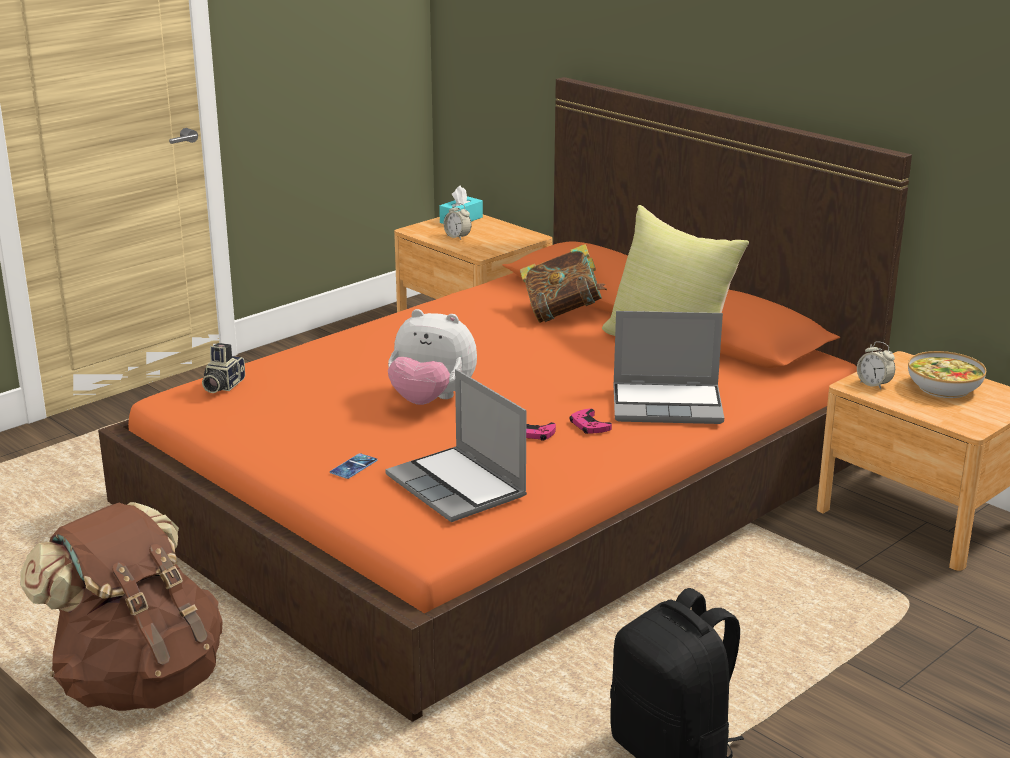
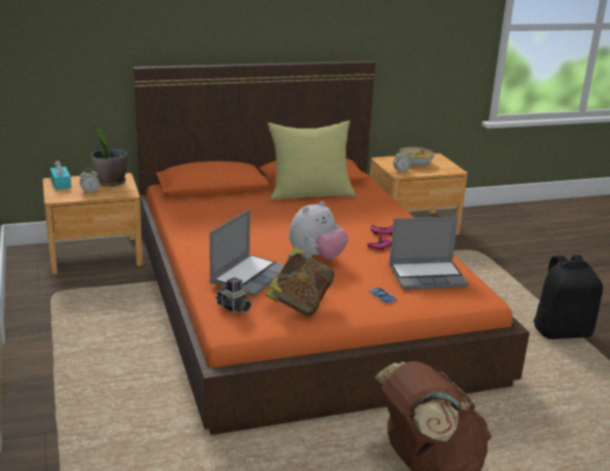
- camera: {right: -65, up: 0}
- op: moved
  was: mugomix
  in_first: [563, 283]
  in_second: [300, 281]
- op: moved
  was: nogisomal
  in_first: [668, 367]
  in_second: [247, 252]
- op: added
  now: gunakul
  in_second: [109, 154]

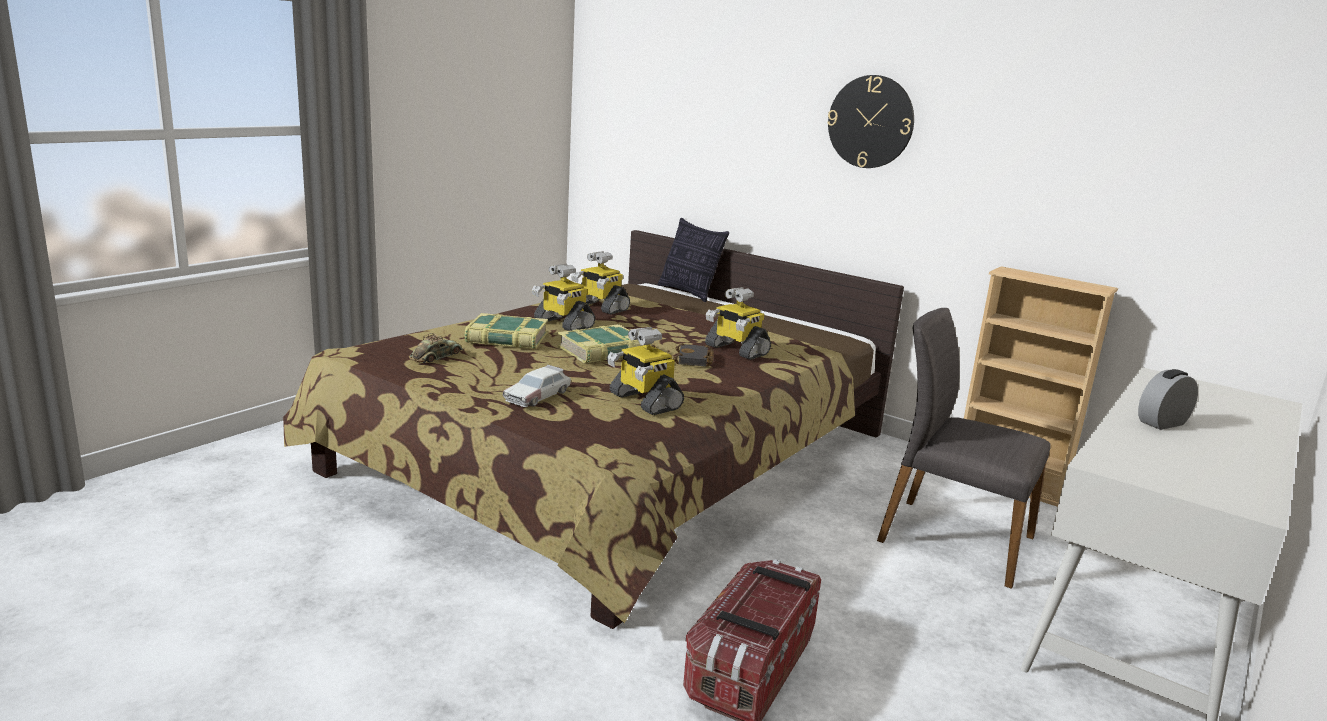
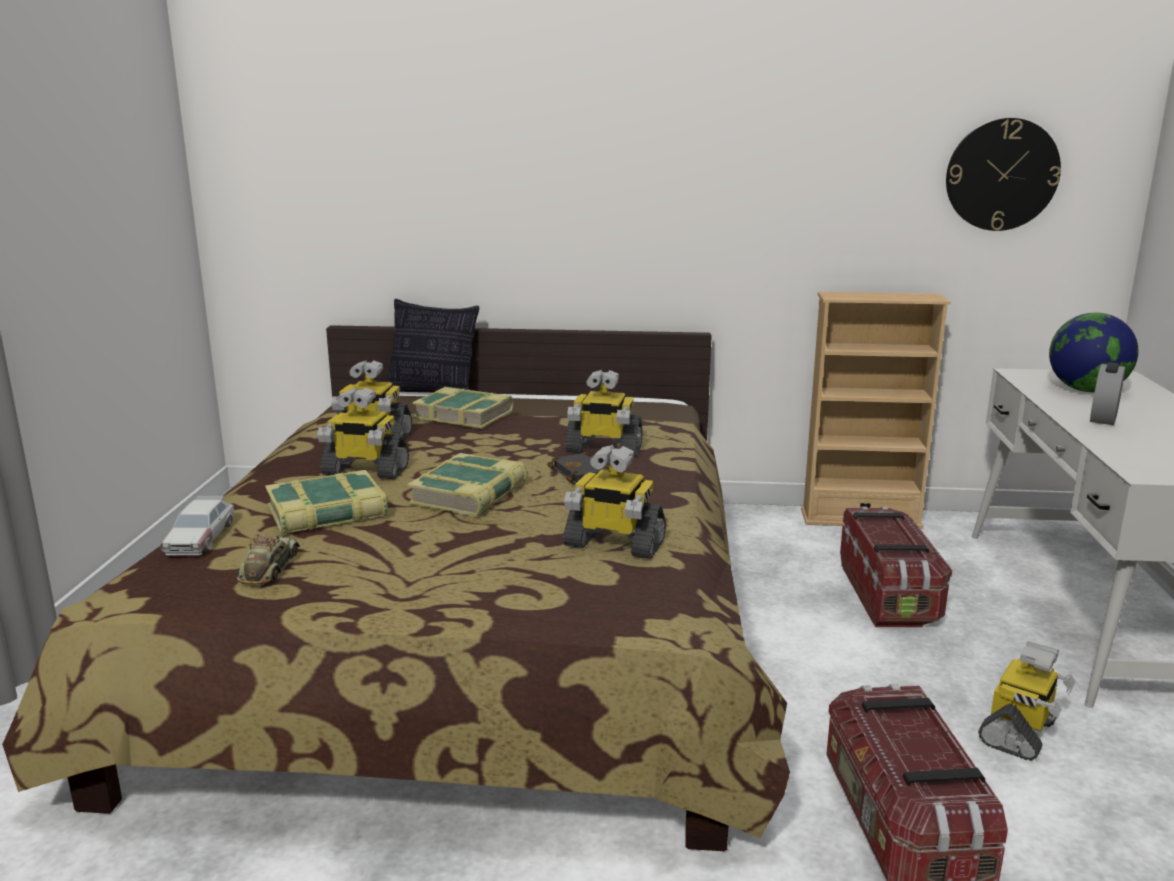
- camera: {right: -30, up: 0}
- op: moved
  was: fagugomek
  in_first: [870, 121]
  in_second: [1003, 174]
- op: replaced
  was: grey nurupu
  now: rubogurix
  in_first: [964, 448]
  in_second: [896, 567]
- op: moved
  was: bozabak
  in_first: [537, 386]
  in_second: [197, 526]
- op: added
  now: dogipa
  in_second: [1093, 352]
- op: added
  now: mugomix
  in_second: [463, 408]
- op: added
  now: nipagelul
  in_second: [1027, 701]

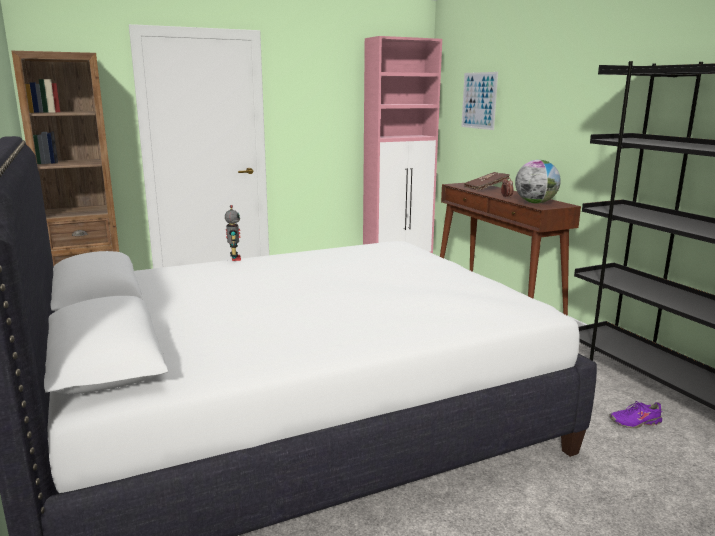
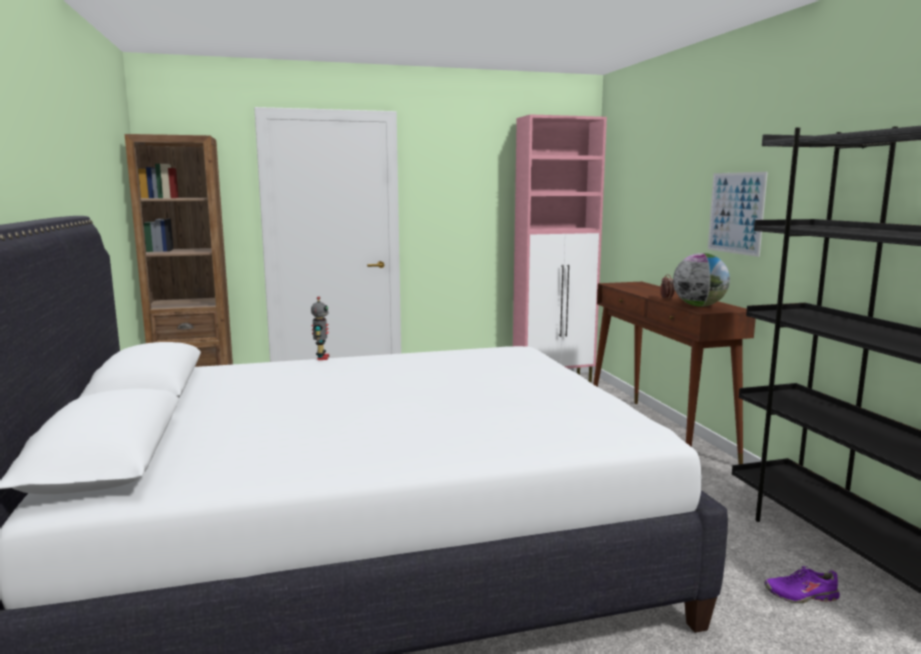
- camera: {right: 10, up: -5}
- op: moved
  was: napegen
  in_first: [479, 101]
  in_second: [738, 214]
- op: removed
  was: brown mugomix
  in_first: [487, 181]

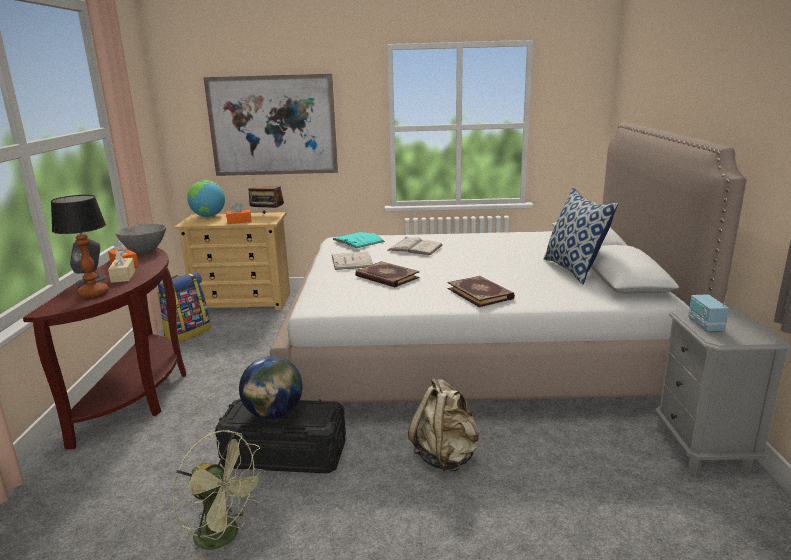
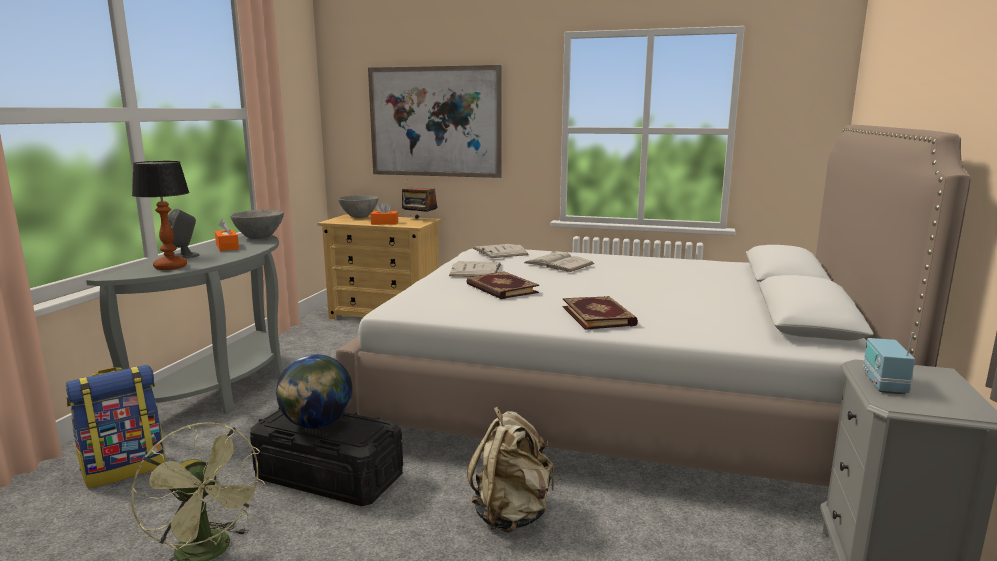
- camera: {right: 15, up: -5}
- op: replaced
  was: dogipa
  now: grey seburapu
  in_first: [206, 198]
  in_second: [358, 206]
- op: removed
  was: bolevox
  in_first: [581, 236]
- op: recoloured
  was: turquoise mugomix
  now: white mugomix
  in_first: [358, 240]
  in_second: [501, 251]
- op: recoloured
  was: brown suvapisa
  now: grey suvapisa
  in_first: [104, 348]
  in_second: [184, 324]
- op: removed
  was: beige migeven
  in_first: [121, 266]
- op: moved
  was: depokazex
  in_first: [184, 307]
  in_second: [116, 427]

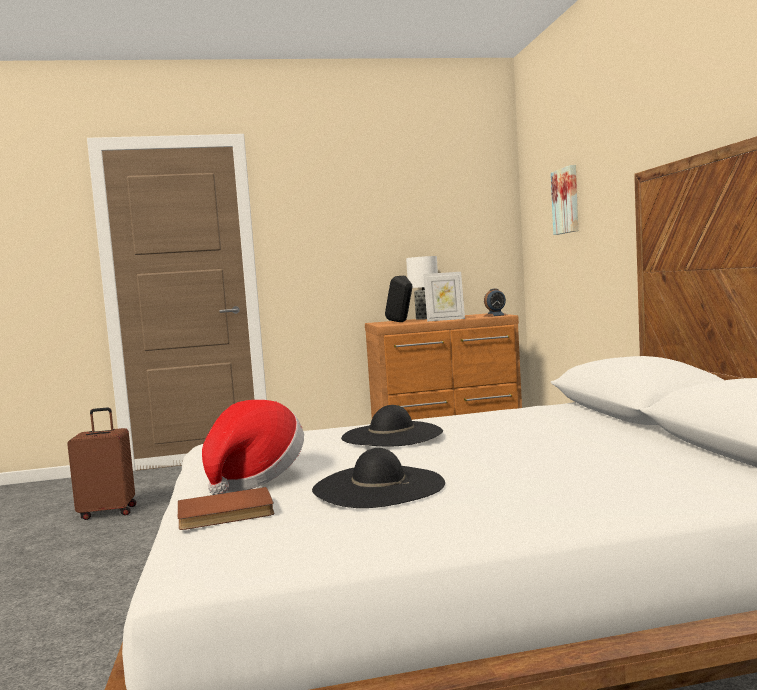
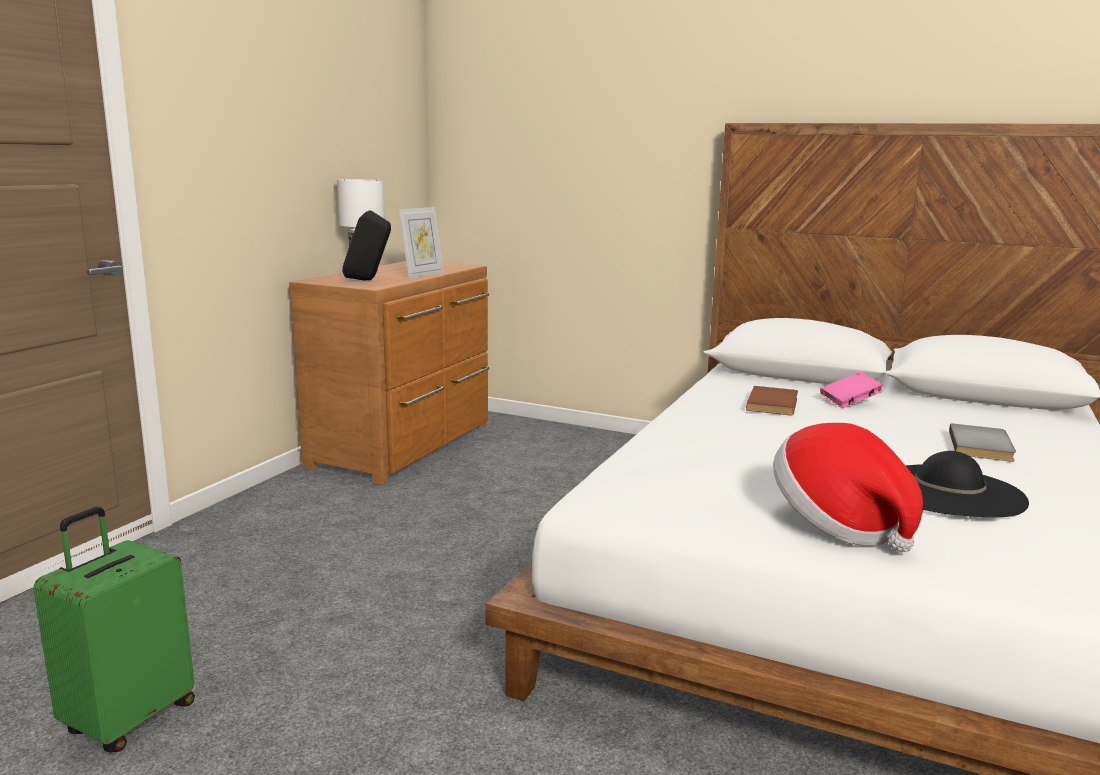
- camera: {right: -55, up: 10}
- op: removed
  was: napegen
  in_first: [564, 200]
- op: removed
  was: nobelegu
  in_first: [495, 303]
- op: removed
  was: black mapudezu
  in_first: [392, 425]
- op: recoloured
  was: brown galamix
  now: green galamix
  in_first: [101, 463]
  in_second: [114, 629]
- op: moved
  was: brown mugomix
  in_first: [226, 508]
  in_second: [772, 400]
- op: added
  now: pink mugomix
  in_second: [851, 389]
- op: added
  now: grey mugomix
  in_second: [982, 442]

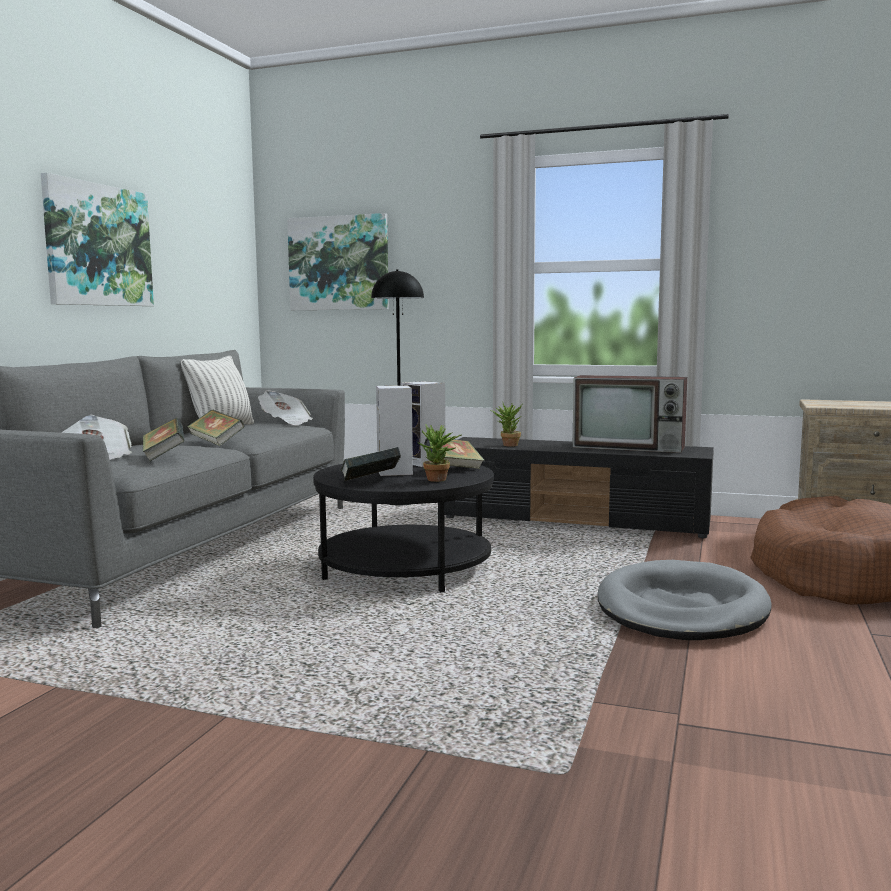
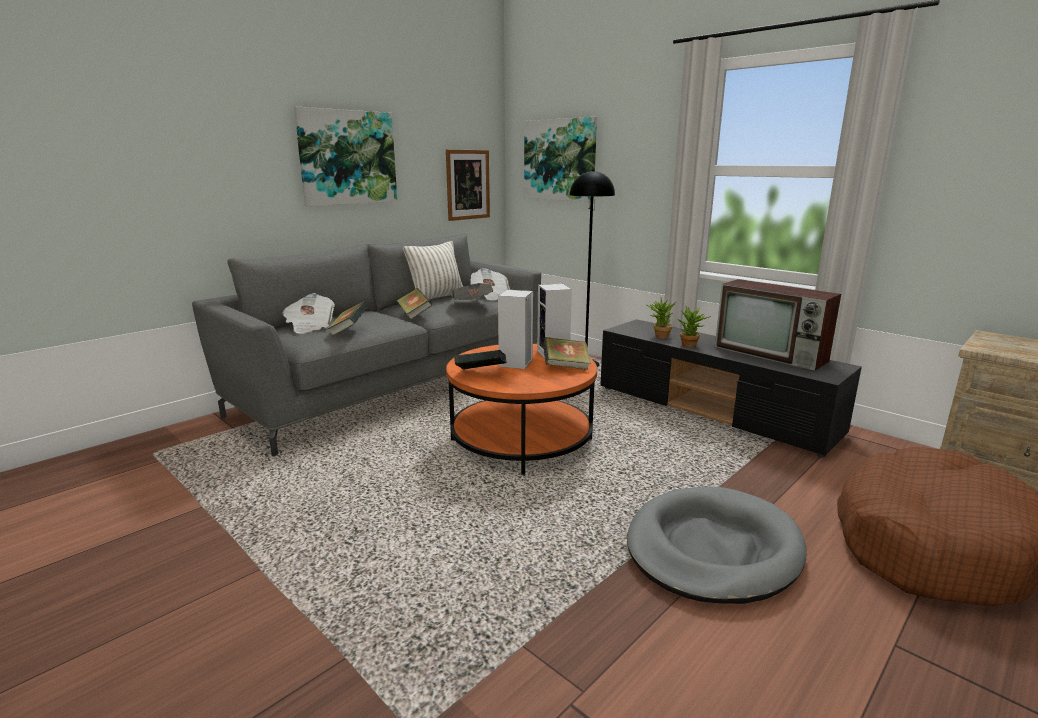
- camera: {right: 25, up: 10}
- op: moved
  was: gunakul
  in_first: [439, 453]
  in_second: [694, 327]
- op: recoloured
  was: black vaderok
  now: orange vaderok
  in_first: [403, 528]
  in_second: [521, 409]
- op: added
  now: napegen
  in_second: [468, 185]
- op: added
  now: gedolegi
  in_second: [472, 291]

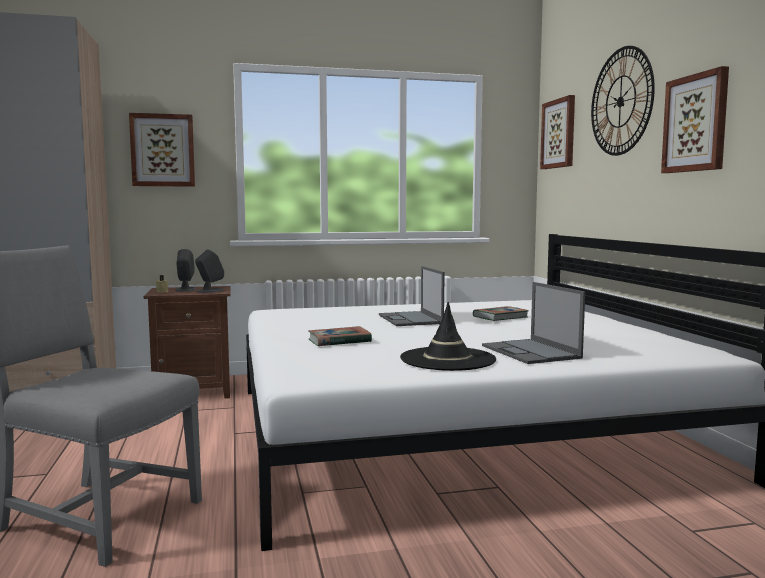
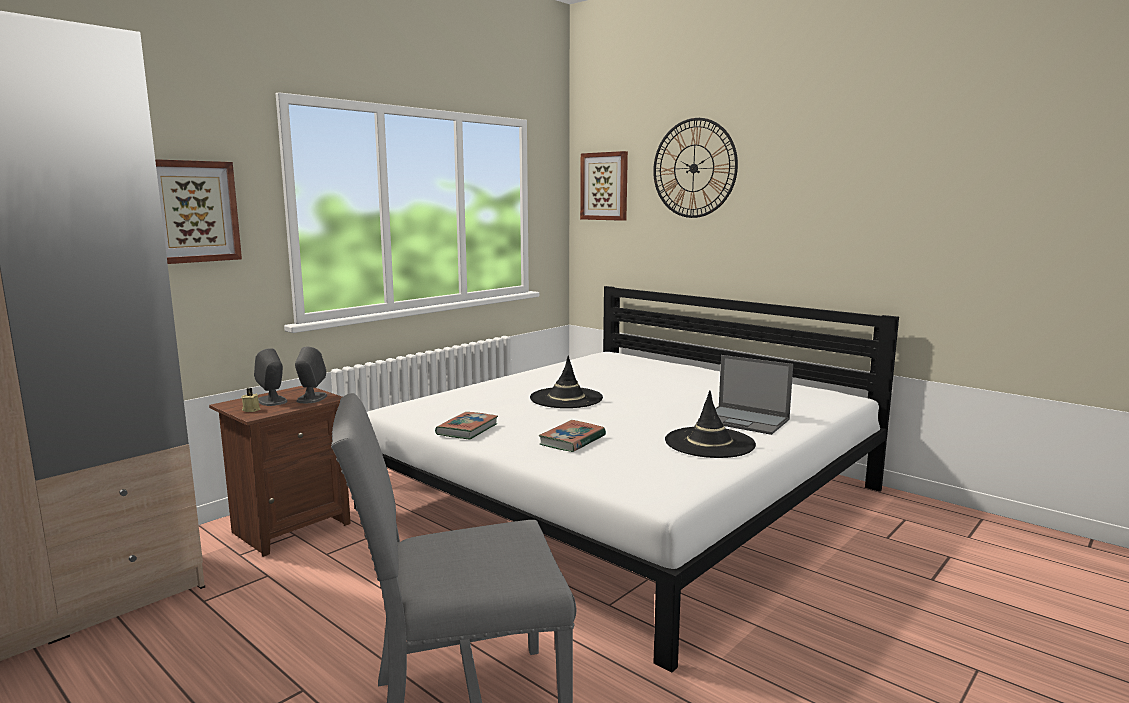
- camera: {right: -35, up: 5}
- op: removed
  was: napegen
  in_first: [695, 119]
- op: replaced
  was: nogisomal
  now: black mapudezu
  in_first: [412, 296]
  in_second: [566, 382]
- op: moved
  was: mugomix
  in_first: [501, 313]
  in_second: [466, 425]

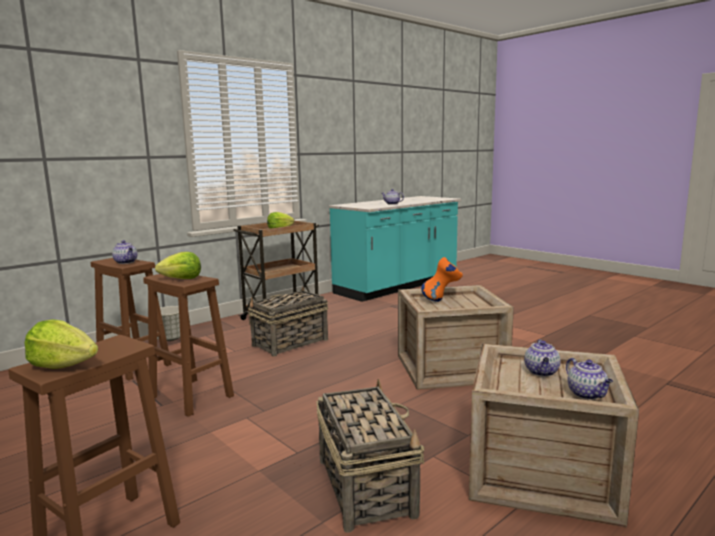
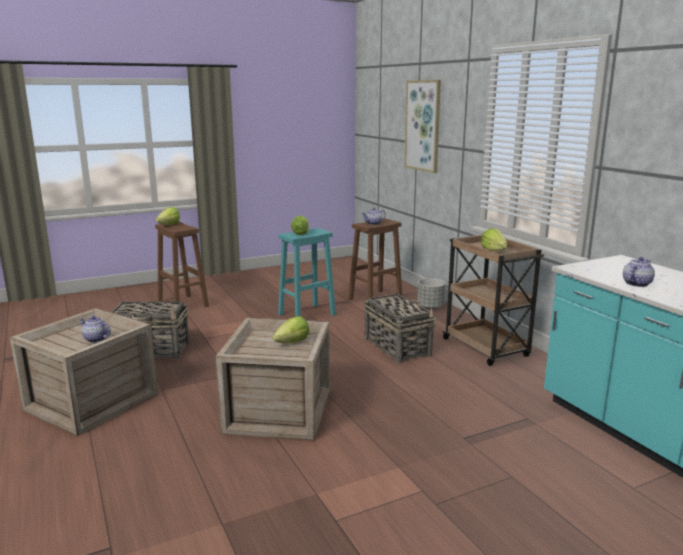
- camera: {right: 105, up: 5}
- op: replaced
  was: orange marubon
  now: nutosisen
  in_first: [442, 279]
  in_second: [291, 329]
- op: recoloured
  was: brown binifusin
  now: turquoise binifusin
  in_first: [188, 345]
  in_second: [307, 272]
- op: removed
  was: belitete
  in_first: [589, 379]
- op: added
  now: napegen
  in_second: [422, 126]

